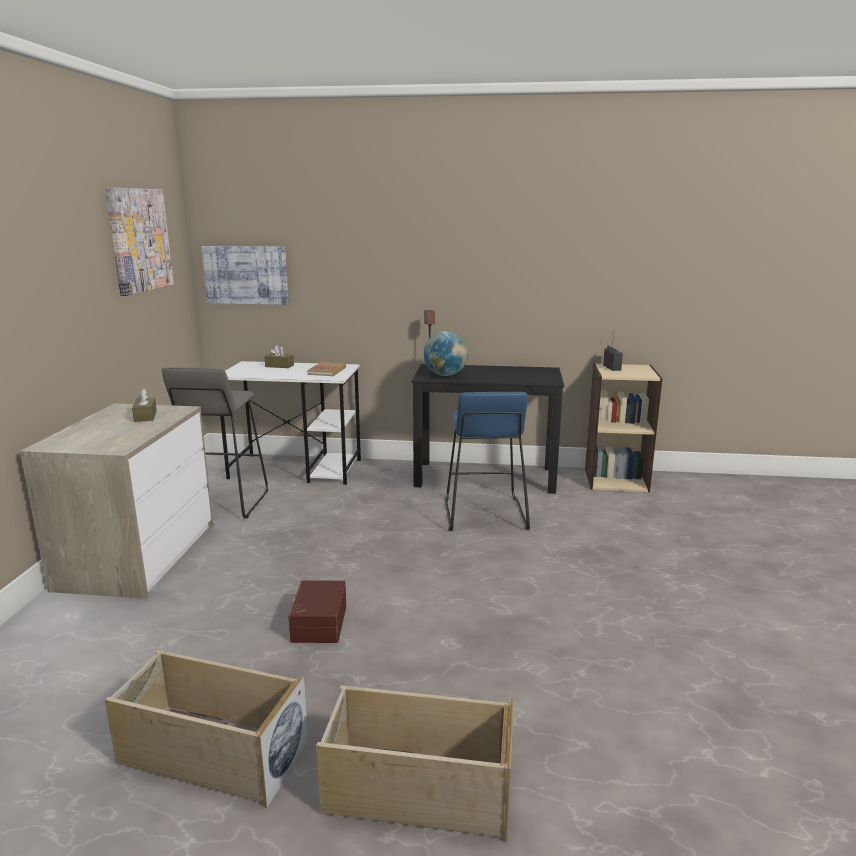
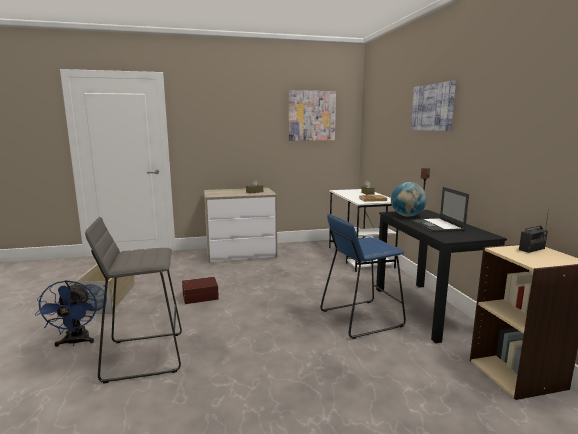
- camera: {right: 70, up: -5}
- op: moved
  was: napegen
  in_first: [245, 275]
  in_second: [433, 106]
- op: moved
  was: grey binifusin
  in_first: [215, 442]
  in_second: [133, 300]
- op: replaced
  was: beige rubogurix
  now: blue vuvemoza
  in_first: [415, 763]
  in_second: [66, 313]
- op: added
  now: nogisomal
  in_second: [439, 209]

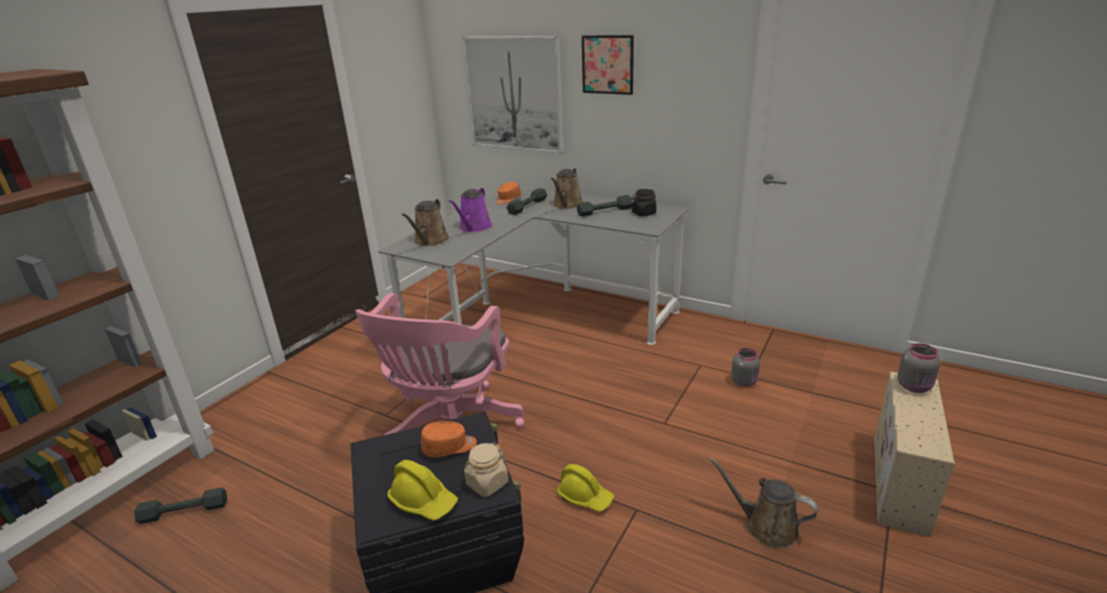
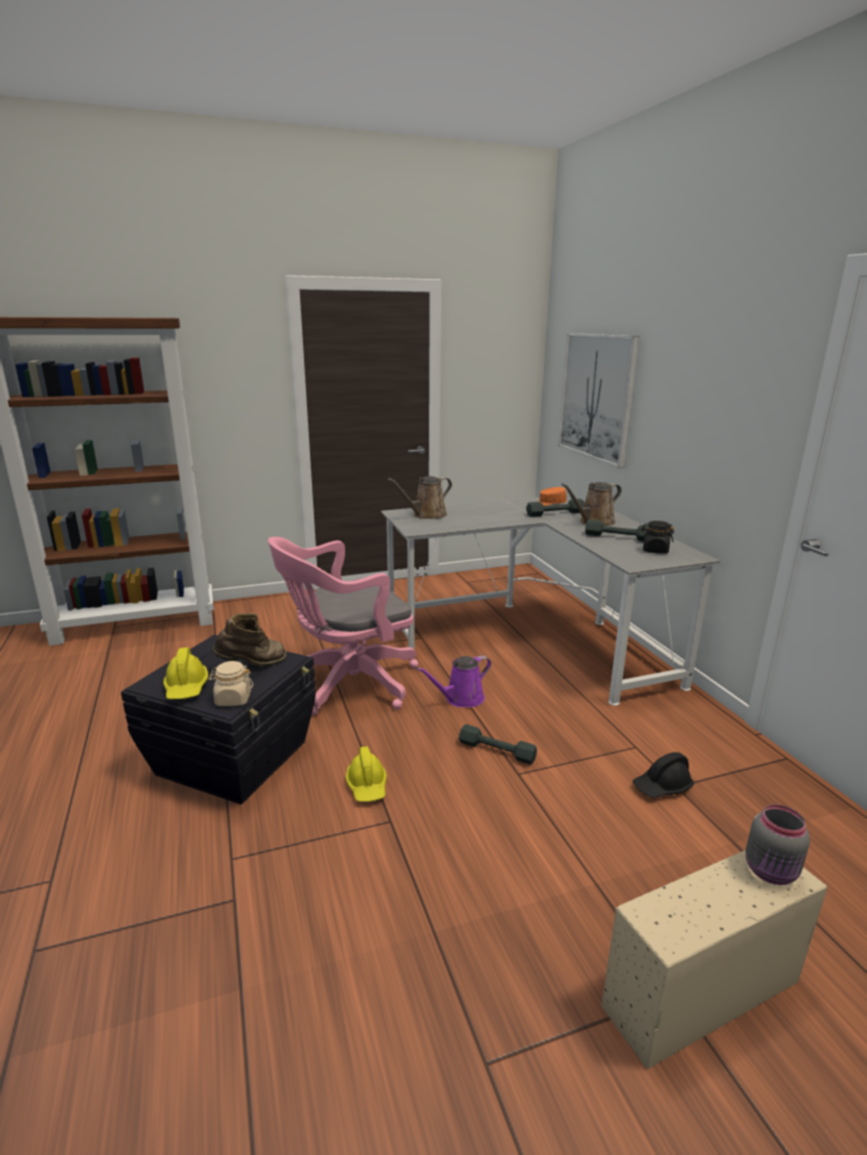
- camera: {right: 40, up: -5}
- op: removed
  was: napegen
  in_first: [608, 65]
- op: moved
  was: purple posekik
  in_first: [470, 210]
  in_second: [454, 681]
- op: replaced
  was: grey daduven
  now: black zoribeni
  in_first: [745, 367]
  in_second: [663, 775]
- op: replaced
  was: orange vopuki
  now: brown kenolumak
  in_first: [449, 439]
  in_second: [249, 640]
- op: removed
  was: brown posekik
  in_first: [763, 502]
- op: moved
  was: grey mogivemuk
  in_first: [180, 506]
  in_second: [498, 744]

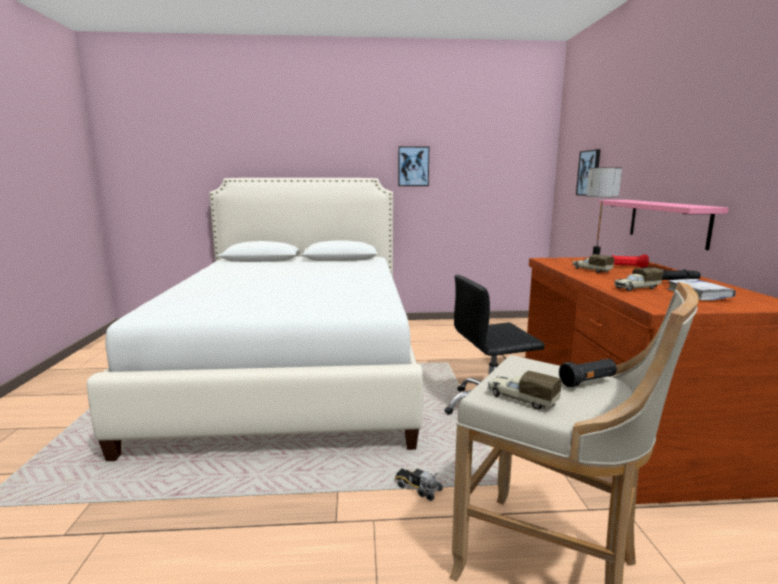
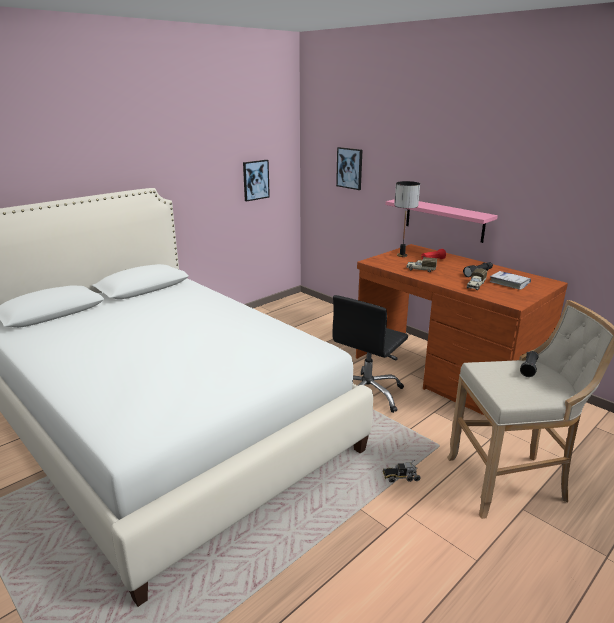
- camera: {right: -40, up: 10}
- op: moved
  was: napegen
  in_first: [413, 166]
  in_second: [256, 181]
- op: removed
  was: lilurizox
  in_first: [524, 390]

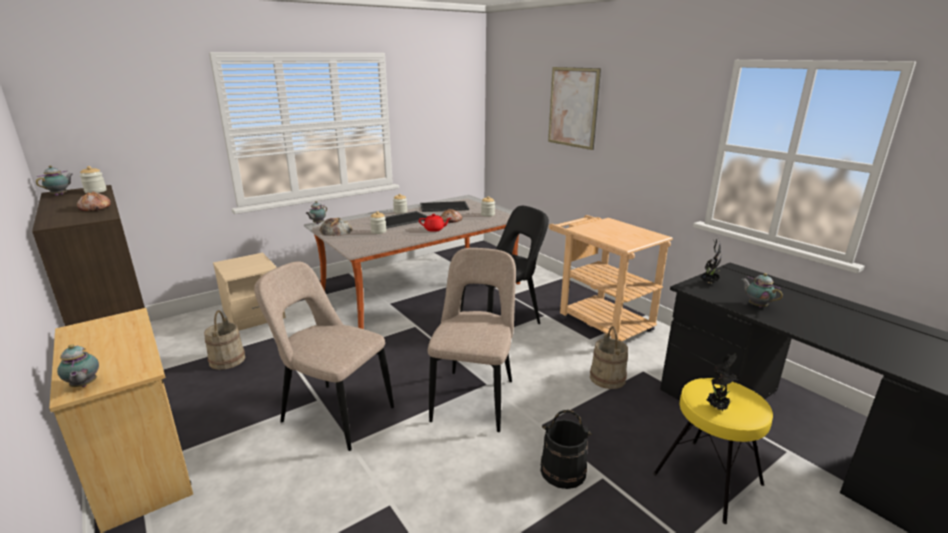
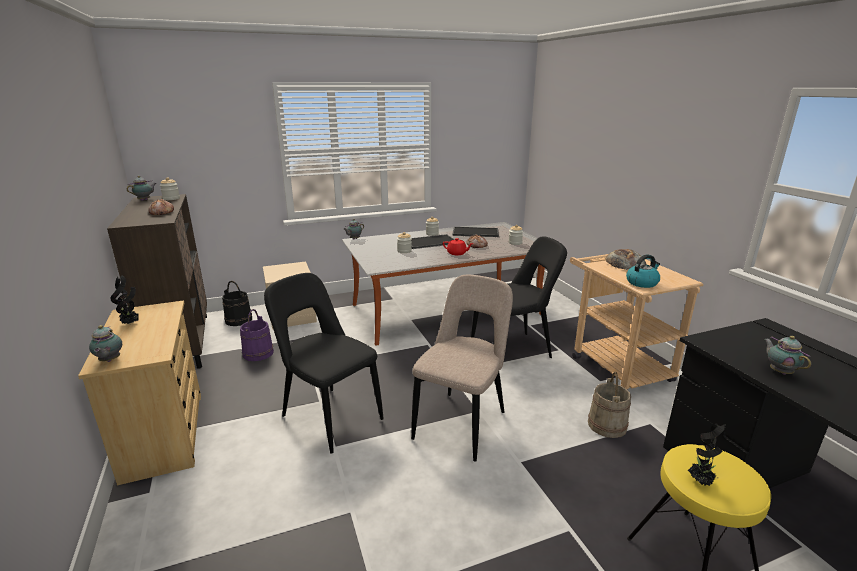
- camera: {right: 15, up: 0}
- op: removed
  was: napegen
  in_first: [574, 108]
- op: moved
  was: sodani
  in_first: [336, 227]
  in_second: [626, 259]
- op: moved
  was: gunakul
  in_first: [710, 260]
  in_second: [125, 299]
- op: recoloured
  was: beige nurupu
  now: black nurupu
  in_first: [324, 356]
  in_second: [324, 363]
- op: recoloured
  was: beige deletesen
  now: purple deletesen
  in_first: [225, 340]
  in_second: [257, 335]
- op: moved
  was: black deletesen
  in_first: [566, 449]
  in_second: [237, 303]
- op: added
  now: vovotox
  in_second: [643, 271]

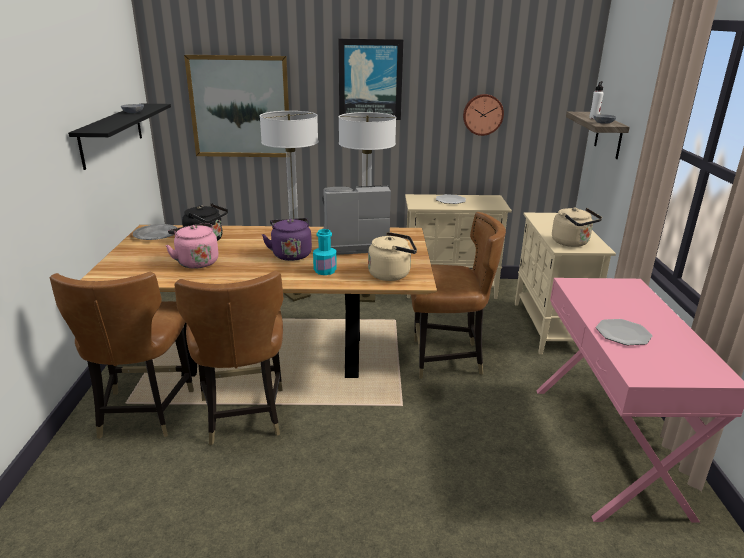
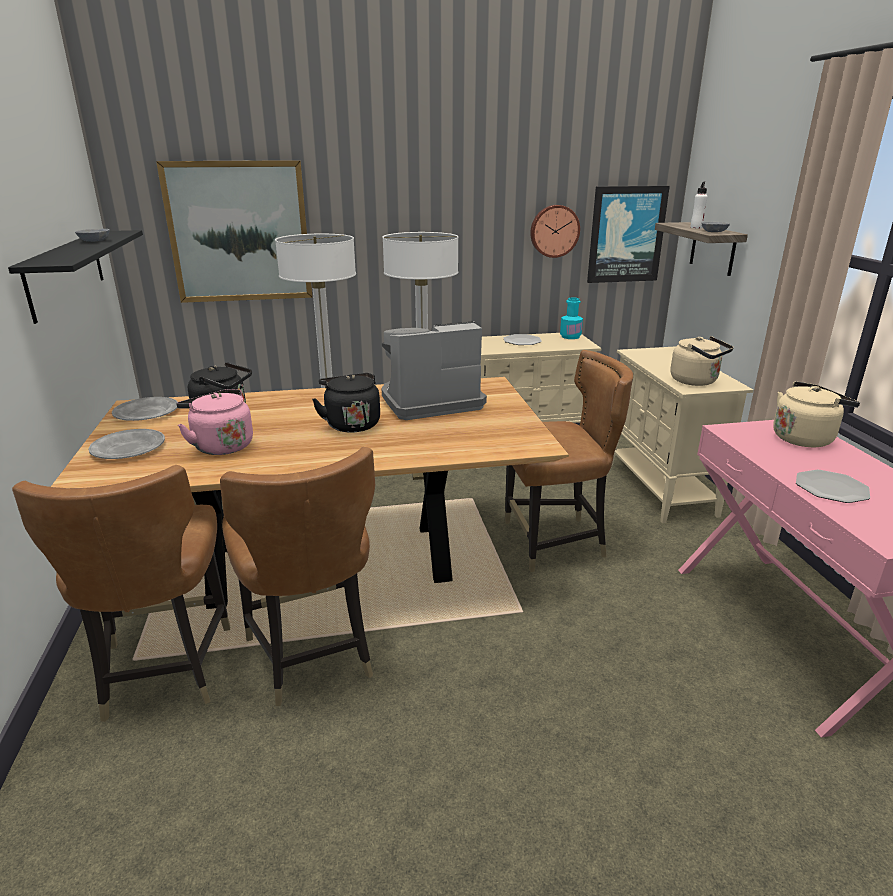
- camera: {right: -10, up: 0}
- op: moved
  was: napegen
  in_first: [371, 79]
  in_second: [628, 234]
- op: recoloured
  was: purple vovotox
  now: black vovotox
  in_first: [287, 239]
  in_second: [346, 403]
- op: moved
  was: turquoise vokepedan
  in_first: [325, 252]
  in_second: [571, 318]
- op: moved
  was: beige vovotox
  in_first: [392, 256]
  in_second: [816, 414]
- op: added
  now: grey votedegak
  in_second: [126, 444]

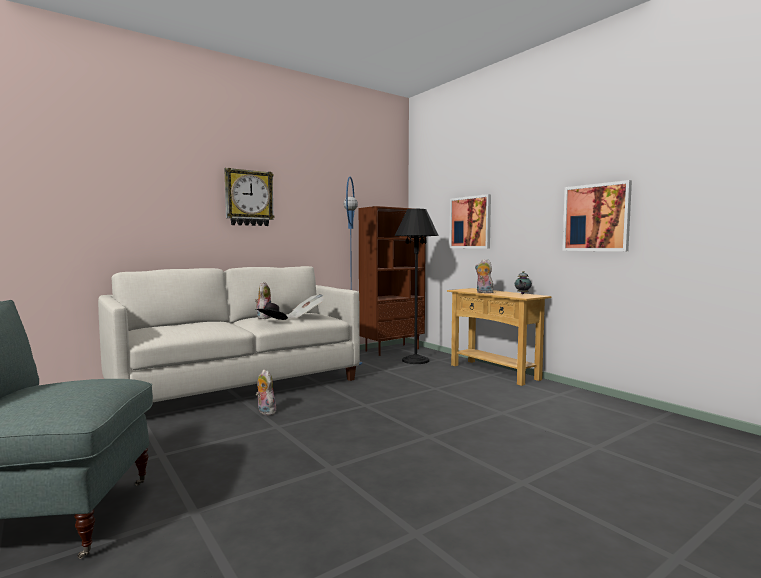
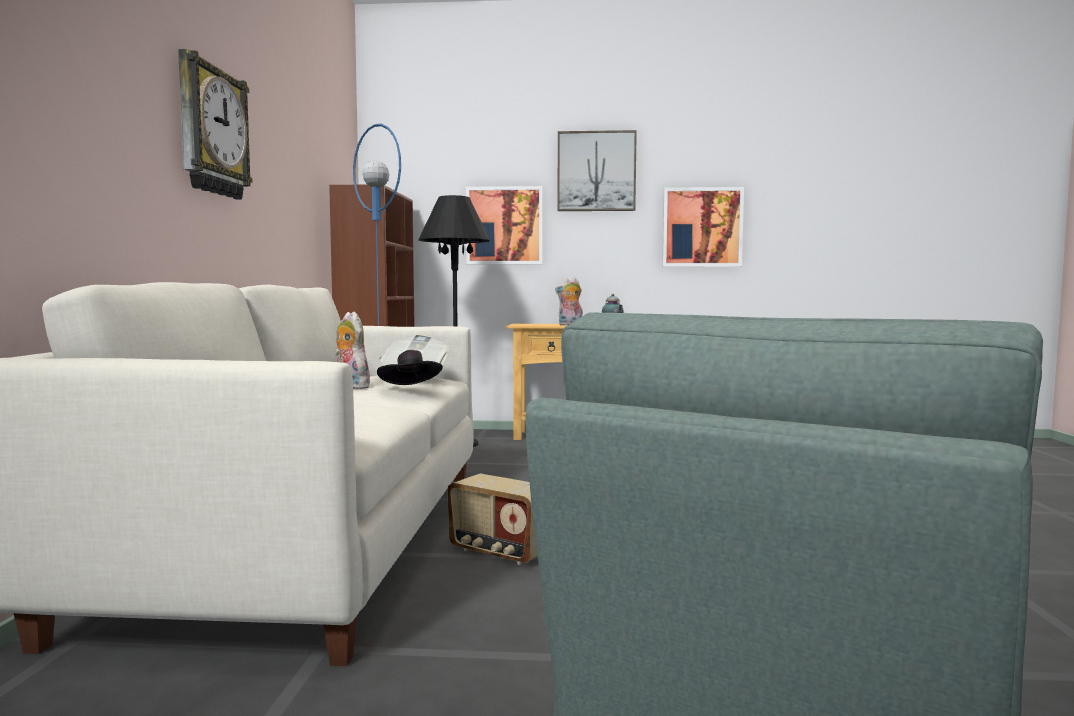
- camera: {right: -50, up: 0}
- op: replaced
  was: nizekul
  now: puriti
  in_first: [266, 392]
  in_second: [493, 519]
- op: added
  now: napegen
  in_second: [597, 170]

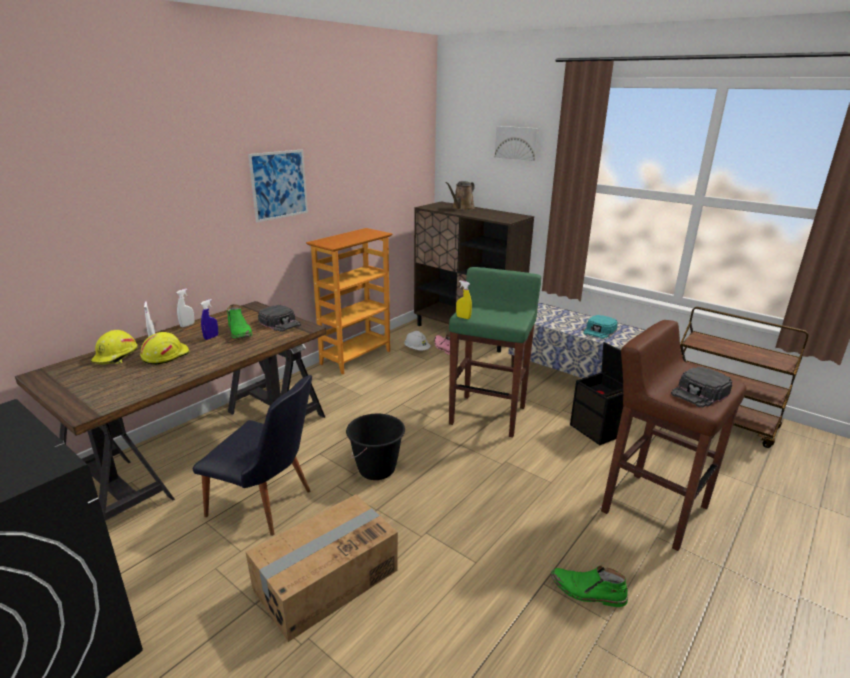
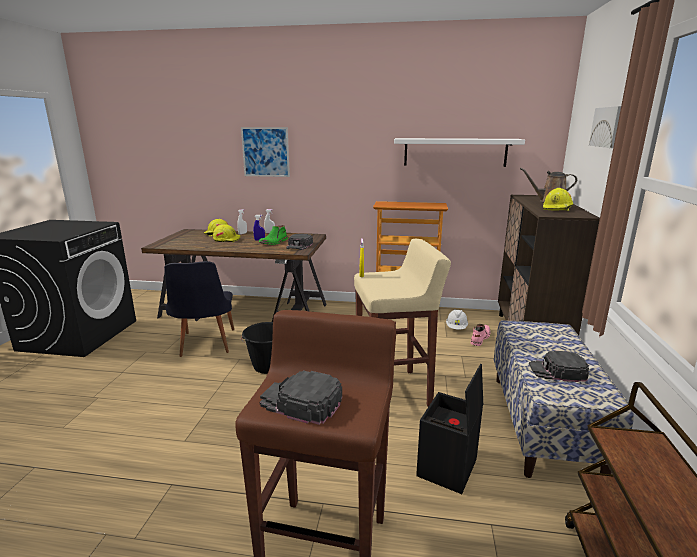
- camera: {right: 60, up: -5}
- op: moved
  was: napegen
  in_first: [278, 185]
  in_second: [265, 152]
- op: recoloured
  was: green binifusin
  now: beige binifusin
  in_first: [495, 352]
  in_second: [402, 323]
- op: recoloured
  was: turquoise vopuki
  now: black vopuki
  in_first: [600, 327]
  in_second: [559, 366]
- op: removed
  was: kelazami
  in_first: [322, 568]
- op: removed
  was: green kenolumak
  in_first: [589, 586]
- op: added
  now: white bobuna
  in_second: [459, 152]
- op: added
  now: yellow zoribeni
  in_second: [558, 199]

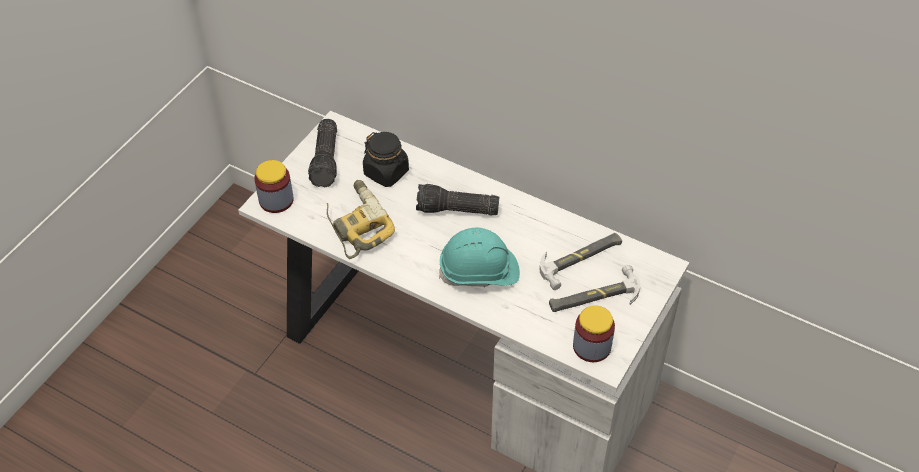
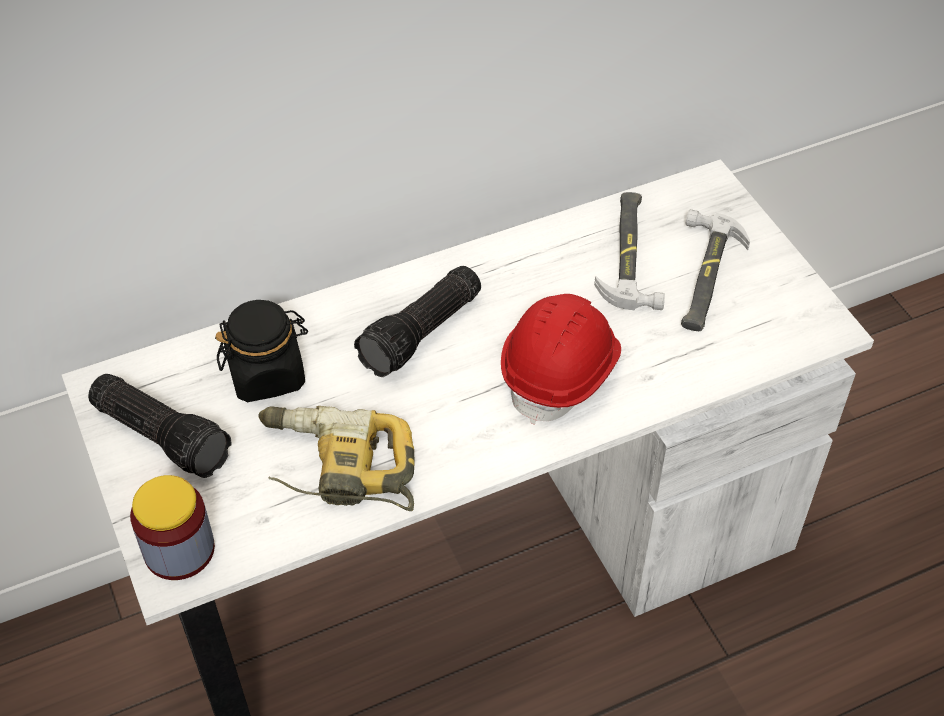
- camera: {right: -55, up: 0}
- op: recoloured
  was: turquoise zoribeni
  now: red zoribeni
  in_first: [479, 257]
  in_second: [561, 359]
- op: removed
  was: daduven
  in_first: [594, 333]

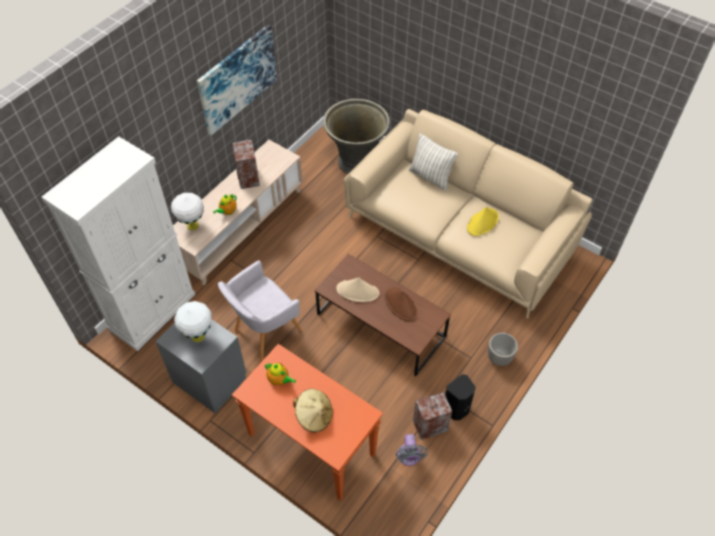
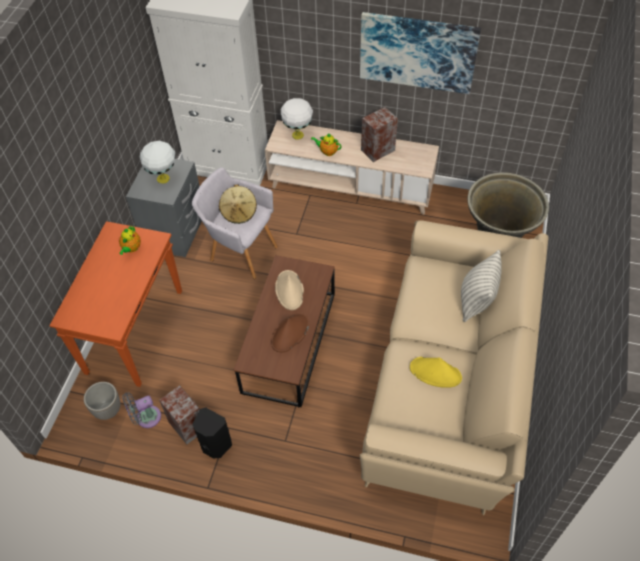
- camera: {right: 70, up: 0}
- op: moved
  was: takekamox
  in_first: [503, 349]
  in_second: [102, 401]
- op: moved
  was: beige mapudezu
  in_first: [312, 411]
  in_second: [238, 204]

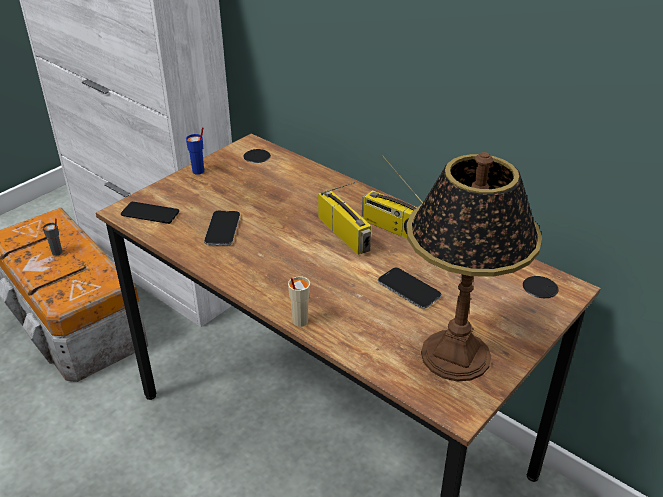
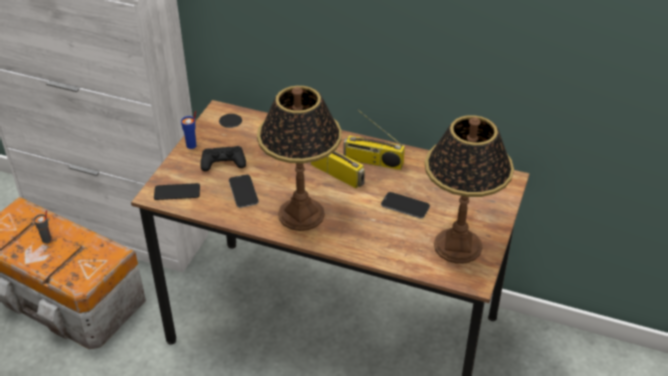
- camera: {right: -20, up: 5}
- op: removed
  was: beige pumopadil
  in_first: [299, 301]
- op: added
  now: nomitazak
  in_second: [299, 158]
- op: added
  now: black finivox
  in_second: [223, 158]

